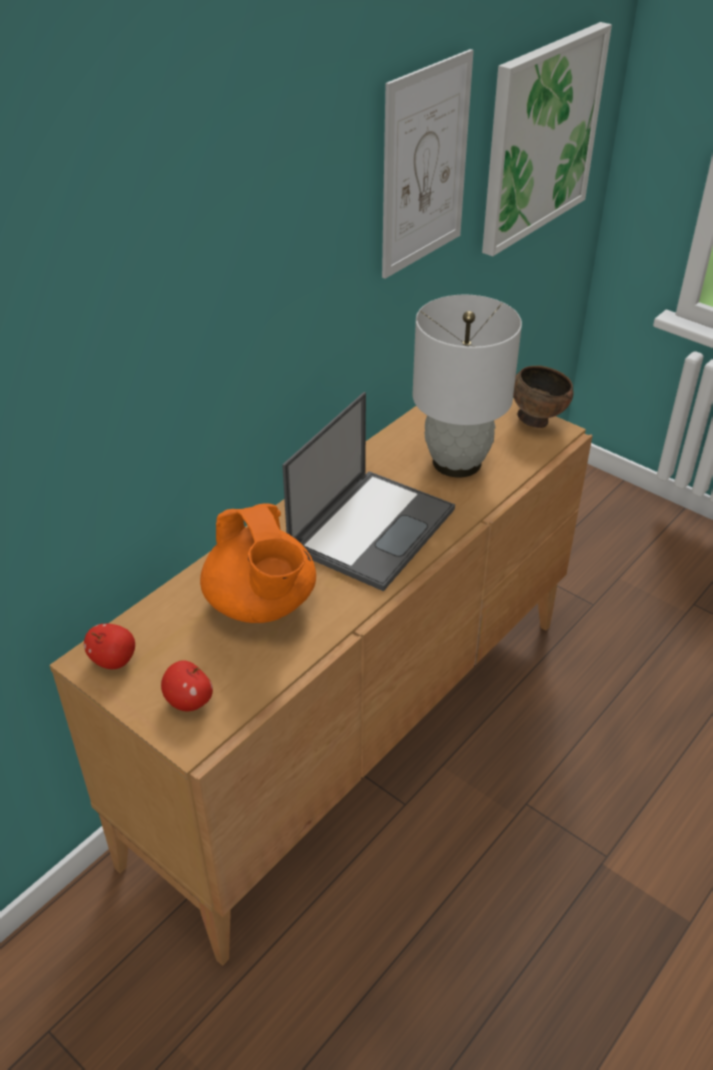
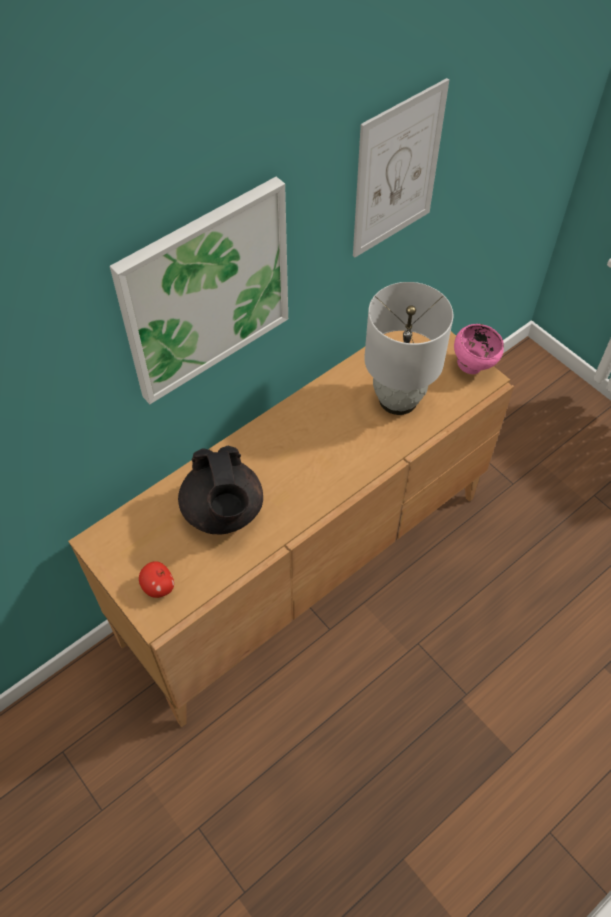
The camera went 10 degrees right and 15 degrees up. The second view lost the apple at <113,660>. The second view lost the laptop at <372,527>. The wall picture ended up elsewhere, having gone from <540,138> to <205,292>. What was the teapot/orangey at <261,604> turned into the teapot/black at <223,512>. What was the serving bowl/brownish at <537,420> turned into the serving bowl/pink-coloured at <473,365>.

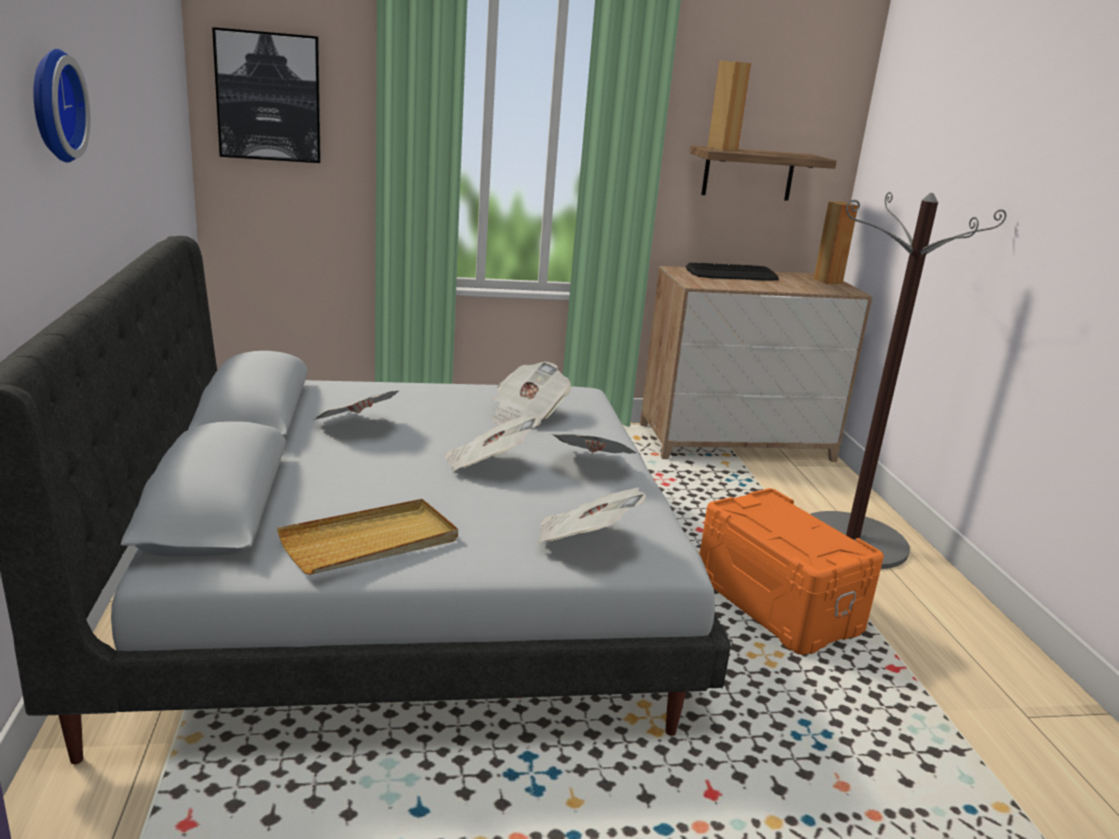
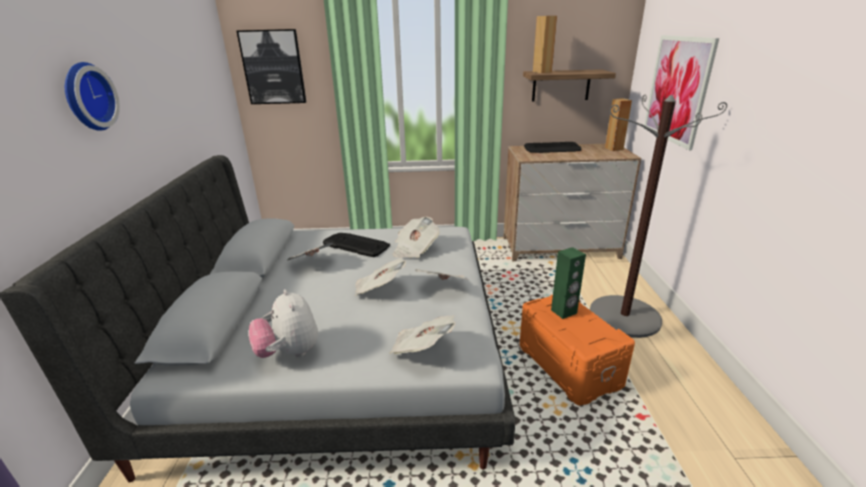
The camera went 10 degrees right and 5 degrees up. The second view gained the keyboard at <356,244>. The second view gained the speaker/green at <564,312>. The second view gained the wall picture at <677,89>. Where the carrying tray/beige-coloured stood at <371,542>, the cuddly toy came to stand at <289,352>.

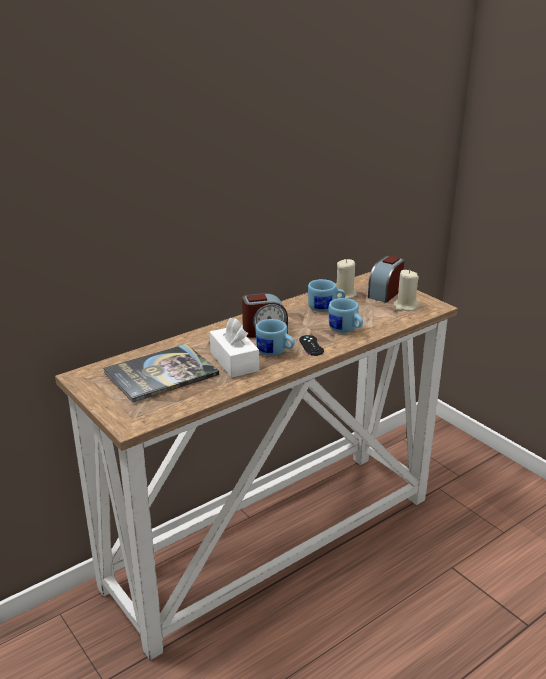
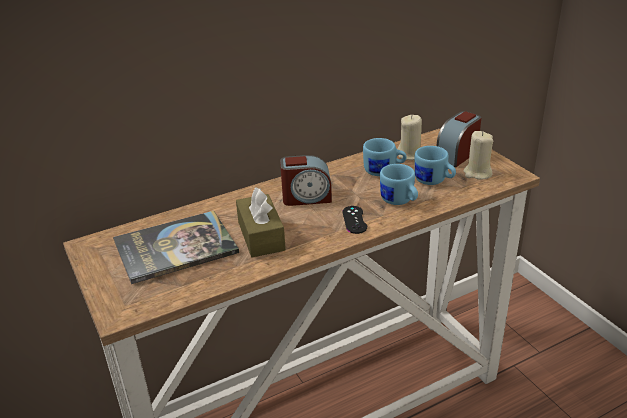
The camera went 10 degrees right and 5 degrees up. The tea mug/bluish ended up elsewhere, having gone from <275,353> to <434,181>. What was the tissue box/whitish at <234,361> turned into the tissue box/brownish at <261,236>.

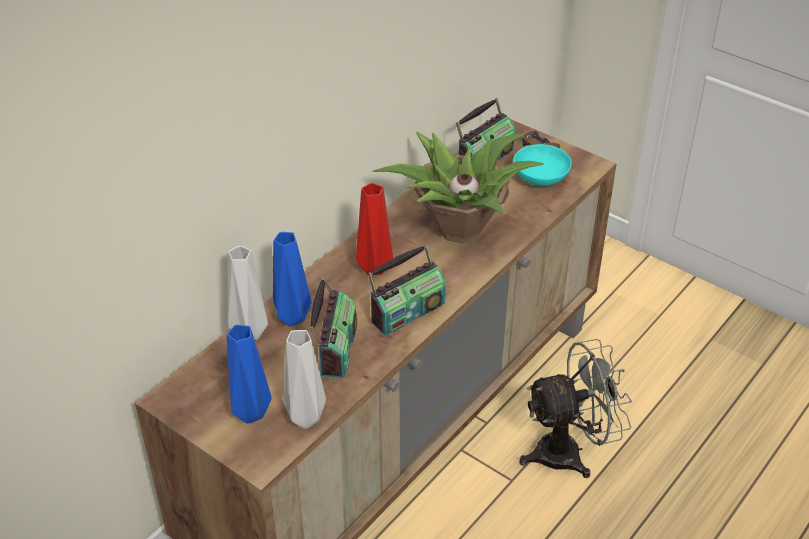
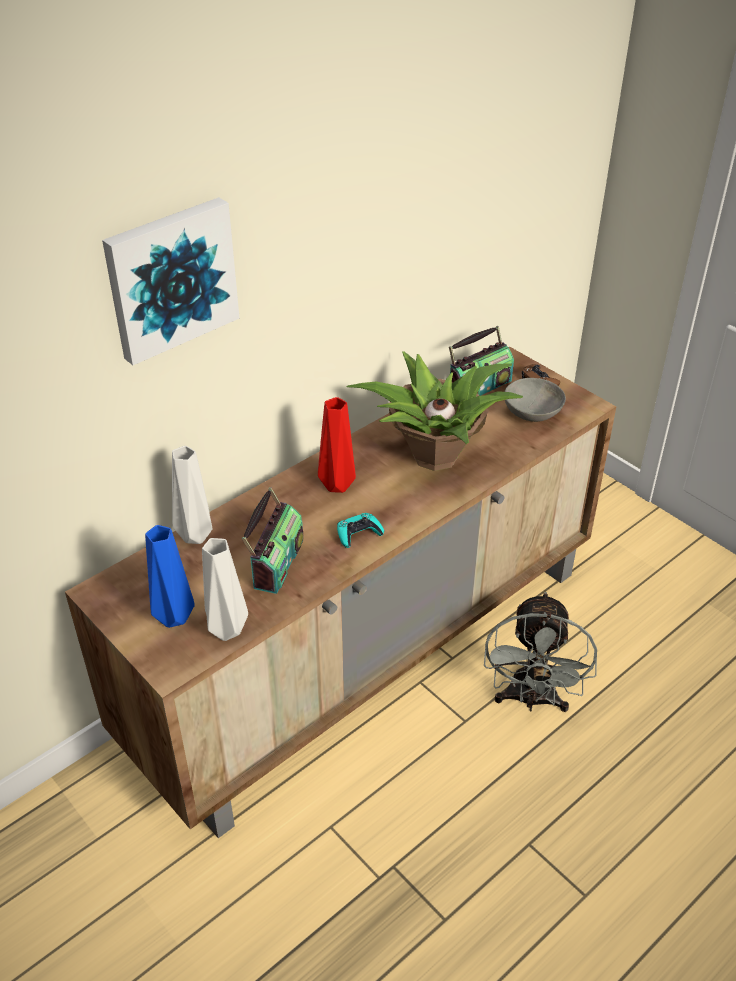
The camera went 10 degrees right and 0 degrees up. The second view lost the flower vase/bluish at <294,317>. The second view gained the wall picture at <171,278>. Where the radio receiver stood at <407,311>, the game controller/turquoise-coloured came to stand at <358,534>. What was the serving bowl/turquoise-coloured at <541,178> turned into the serving bowl/greyish at <532,413>. The electric fan/greyish at <569,452> ended up facing another way, 105 degrees clockwise from before.

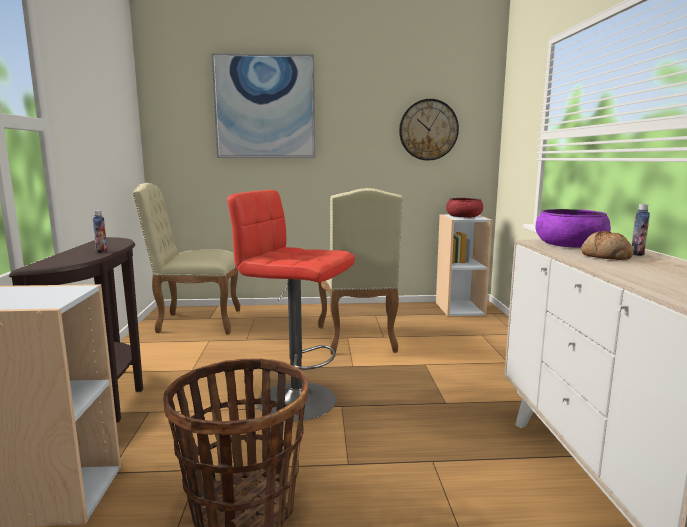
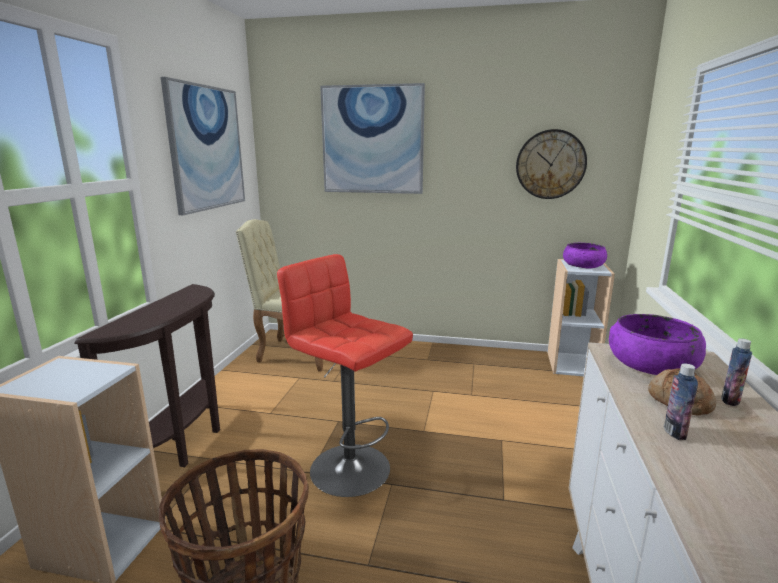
The camera went 15 degrees right and 5 degrees up. The second view lost the chair/beige-coloured at <360,339>. The second view gained the wall picture at <206,148>. The drink bottle ended up elsewhere, having gone from <101,251> to <674,432>. What was the serving bowl/reddish at <464,216> turned into the serving bowl/purple-coloured at <583,265>.

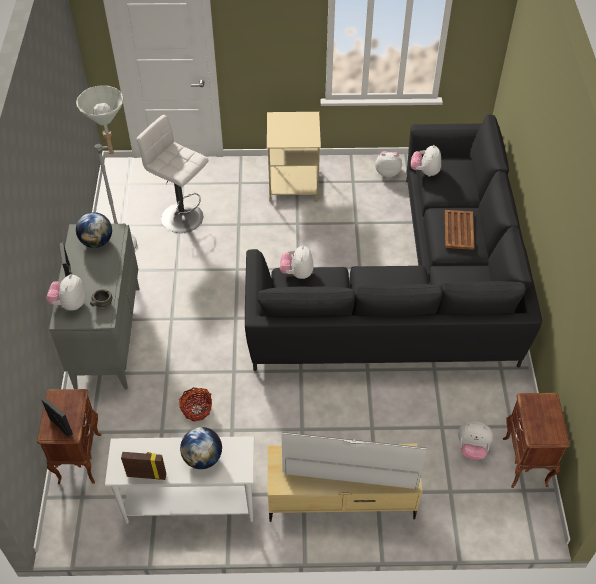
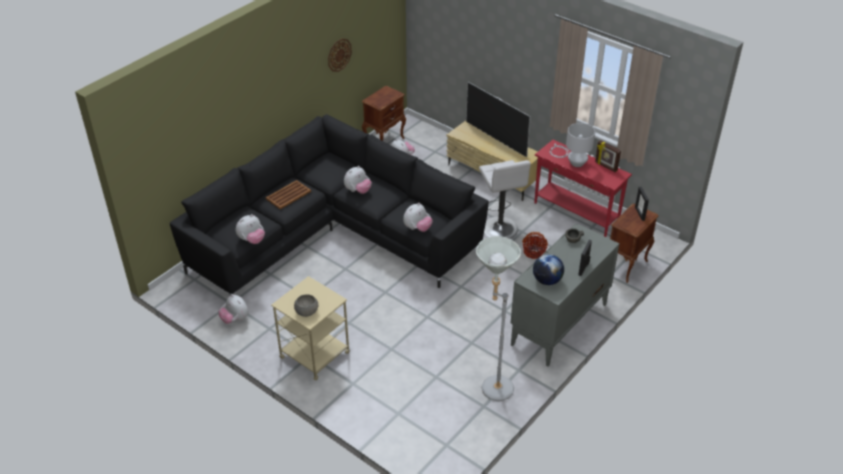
The camera went 140 degrees left and 10 degrees down. The second view gained the serving bowl/greyish at <307,311>. The second view gained the clock on the wall at <339,55>. The cuddly toy ended up elsewhere, having gone from <70,304> to <358,191>. The stool/whitish ended up elsewhere, having gone from <182,217> to <499,229>. Where the desk globe stood at <203,457>, the lamp for a table/greyish came to stand at <570,158>. What was the hall table/whitish at <189,506> turned into the hall table/reddish at <576,213>.

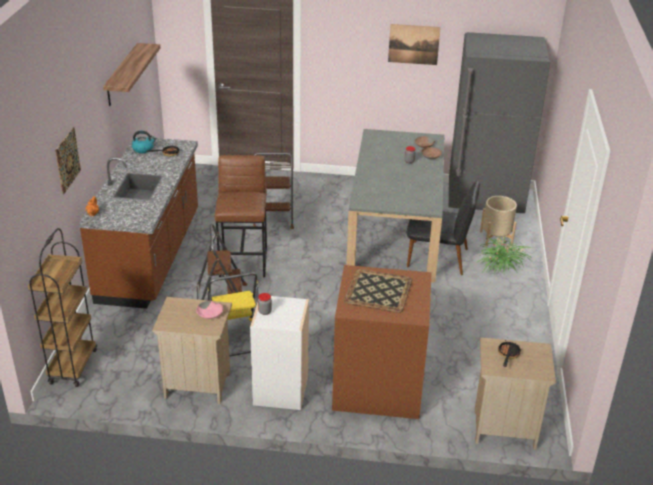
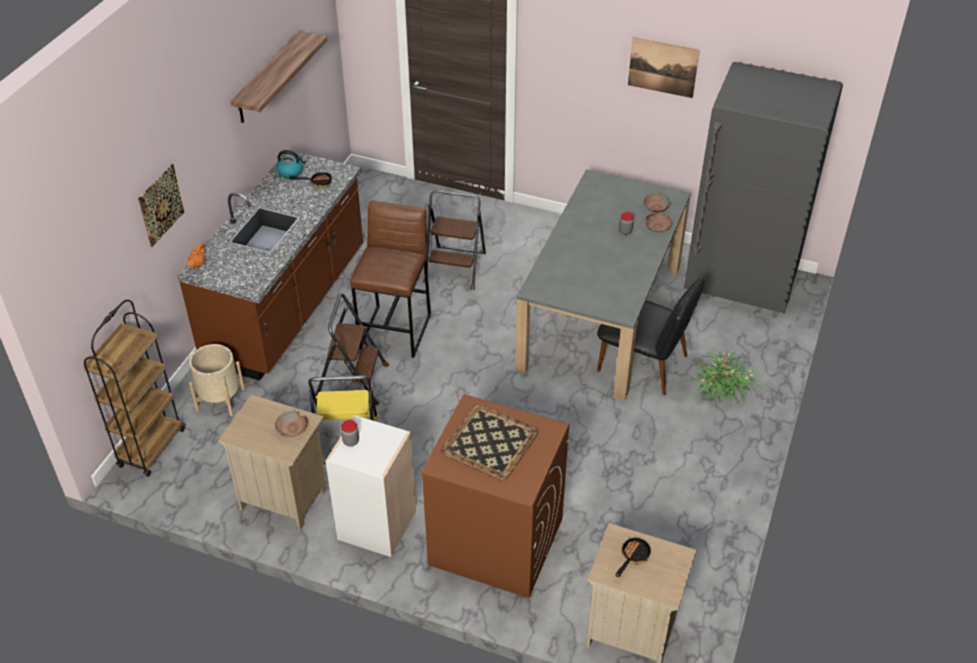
The camera went 15 degrees right and 10 degrees up. The planter/beige-coloured ended up elsewhere, having gone from <496,238> to <220,399>. What was the serving bowl/pink-coloured at <210,314> turned into the serving bowl/brownish at <292,429>.

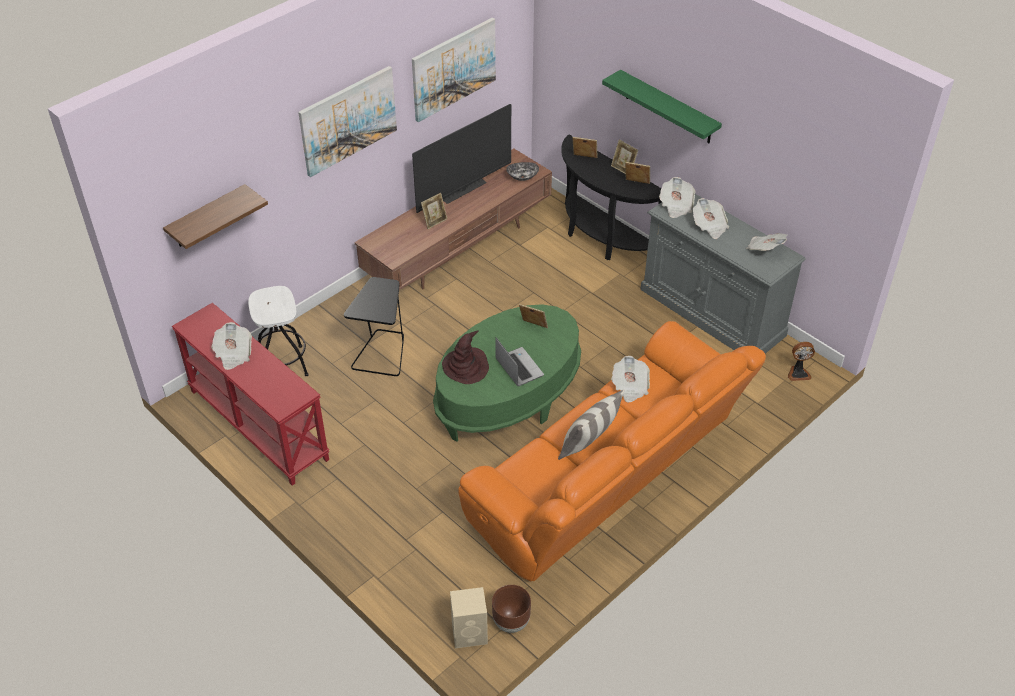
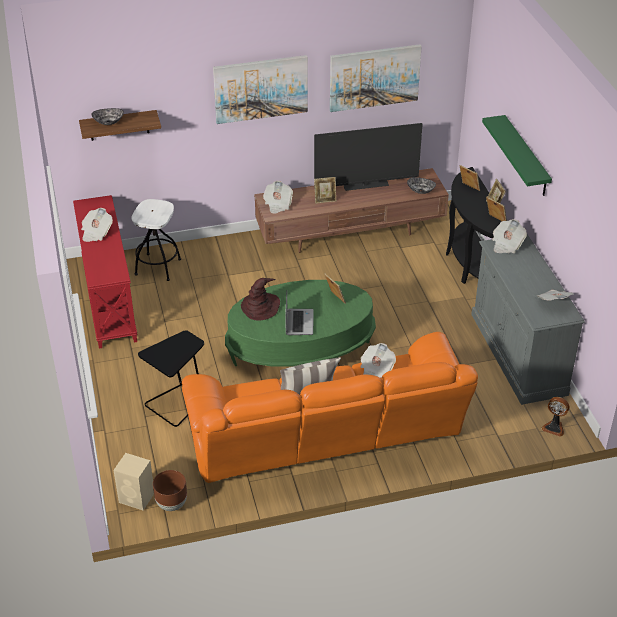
The camera went 30 degrees right and 5 degrees down. The second view gained the serving bowl at <108,122>. The side table/black ended up elsewhere, having gone from <382,353> to <178,402>. The printed paper ended up elsewhere, having gone from <709,226> to <277,204>.

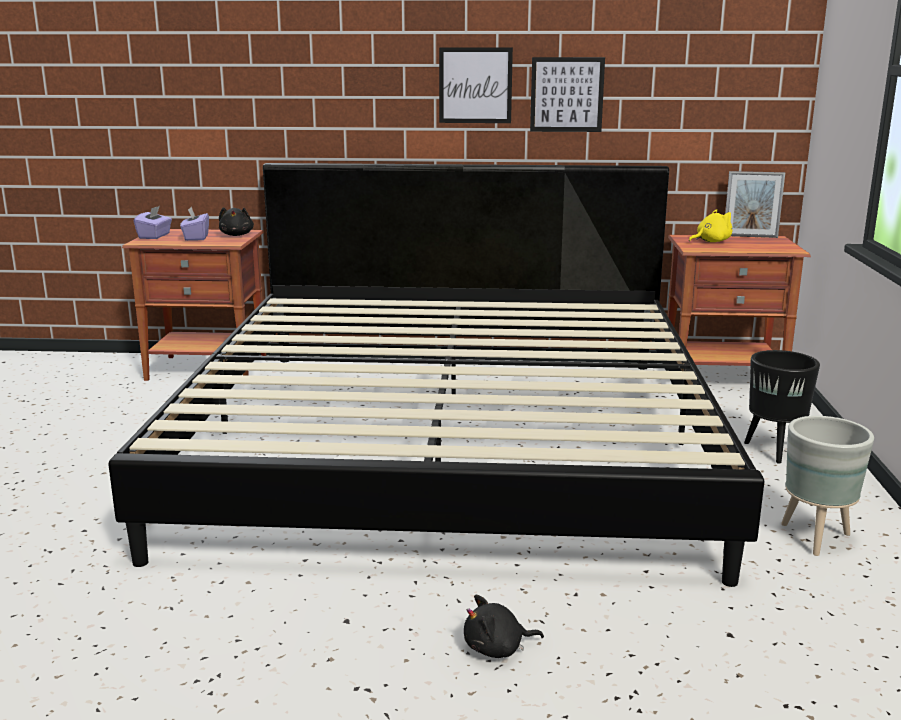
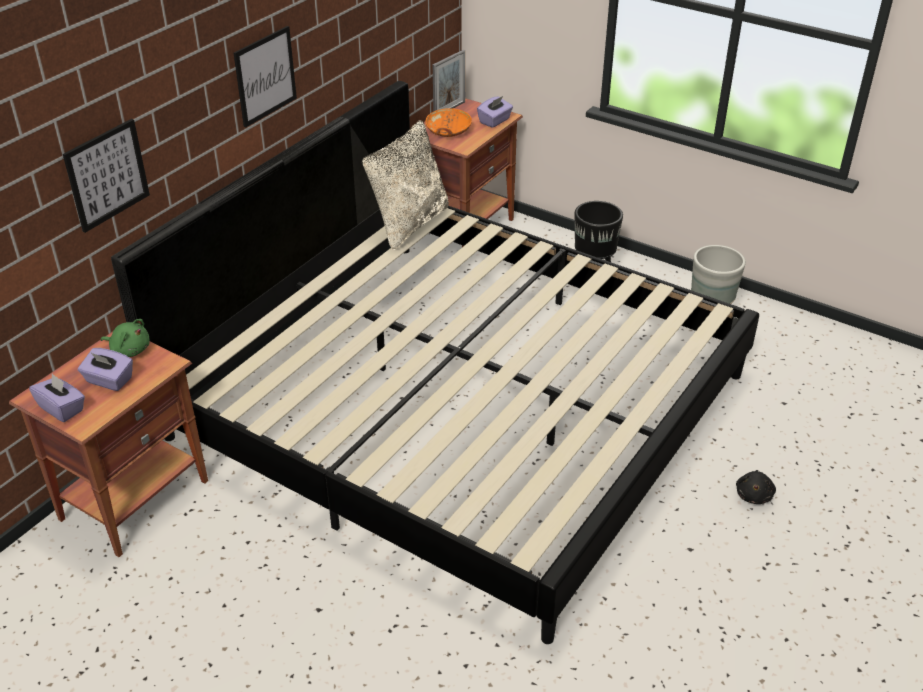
The camera went 60 degrees left and 20 degrees up. The second view gained the pillow/beige-coloured at <410,225>. The second view gained the tissue box/purple-coloured at <495,121>. The wall picture ended up elsewhere, having gone from <567,94> to <107,175>. Where the cuddly toy/yellowish stood at <711,241>, the serving bowl/orangey came to stand at <448,131>. What was the cuddly toy/black at <237,235> turned into the cuddly toy/green at <129,350>.

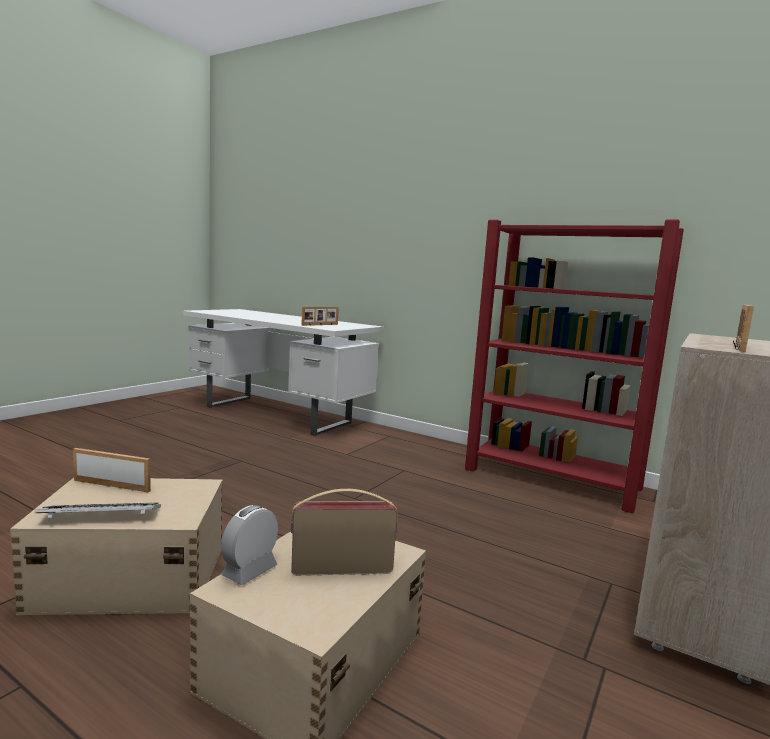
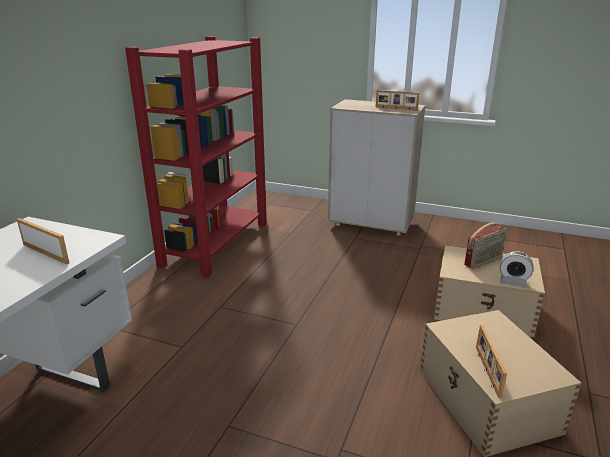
The camera went 100 degrees left and 15 degrees up. The second view lost the keyboard at <101,517>. The radio receiver at <342,568> ended up facing another way, 105 degrees counterclockwise from before.

